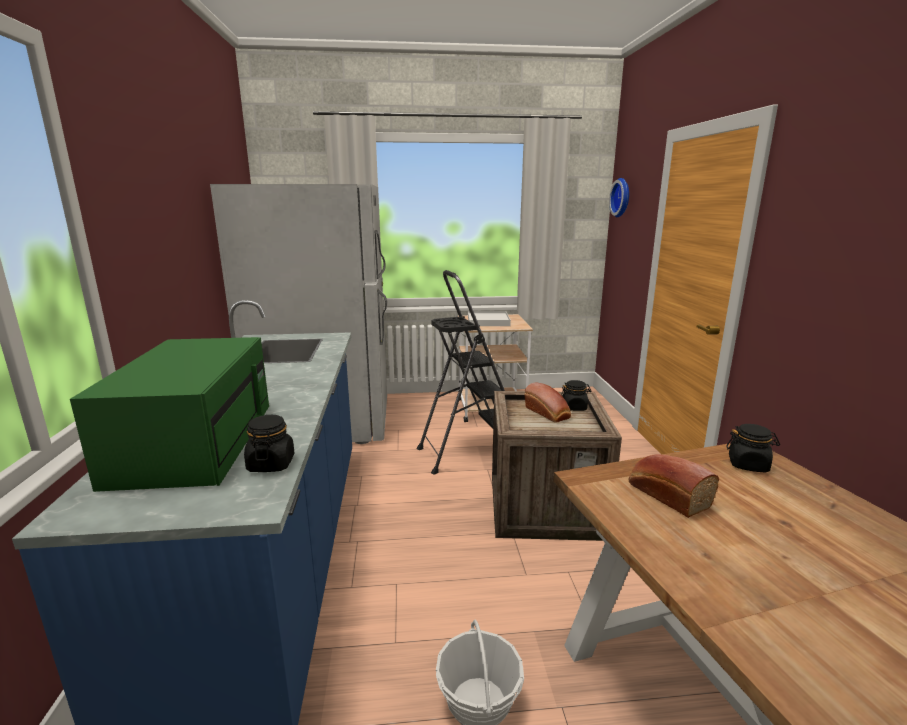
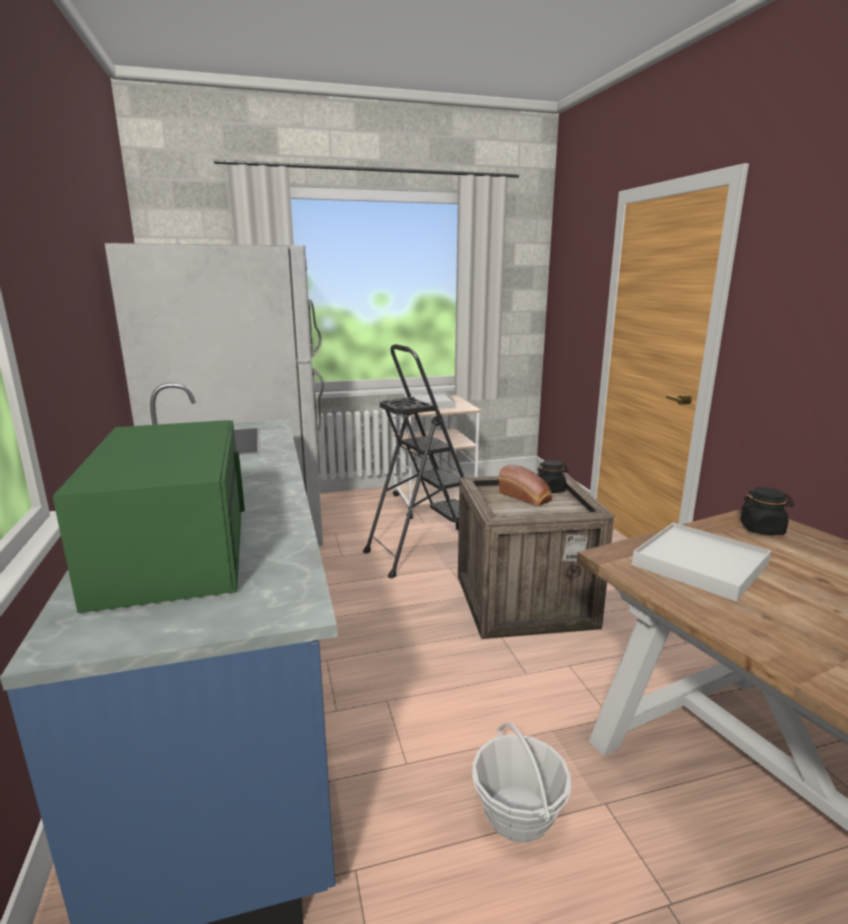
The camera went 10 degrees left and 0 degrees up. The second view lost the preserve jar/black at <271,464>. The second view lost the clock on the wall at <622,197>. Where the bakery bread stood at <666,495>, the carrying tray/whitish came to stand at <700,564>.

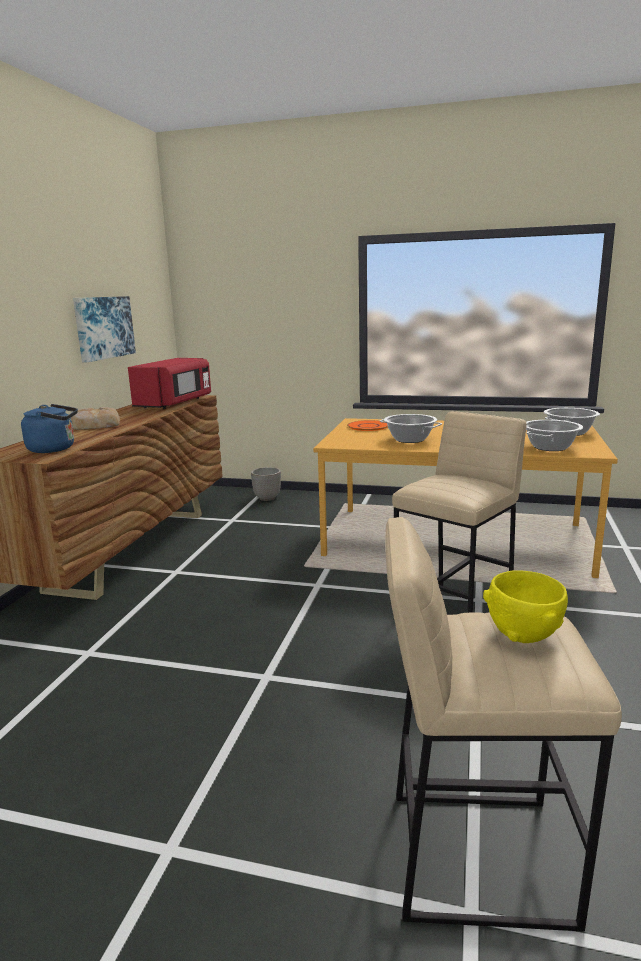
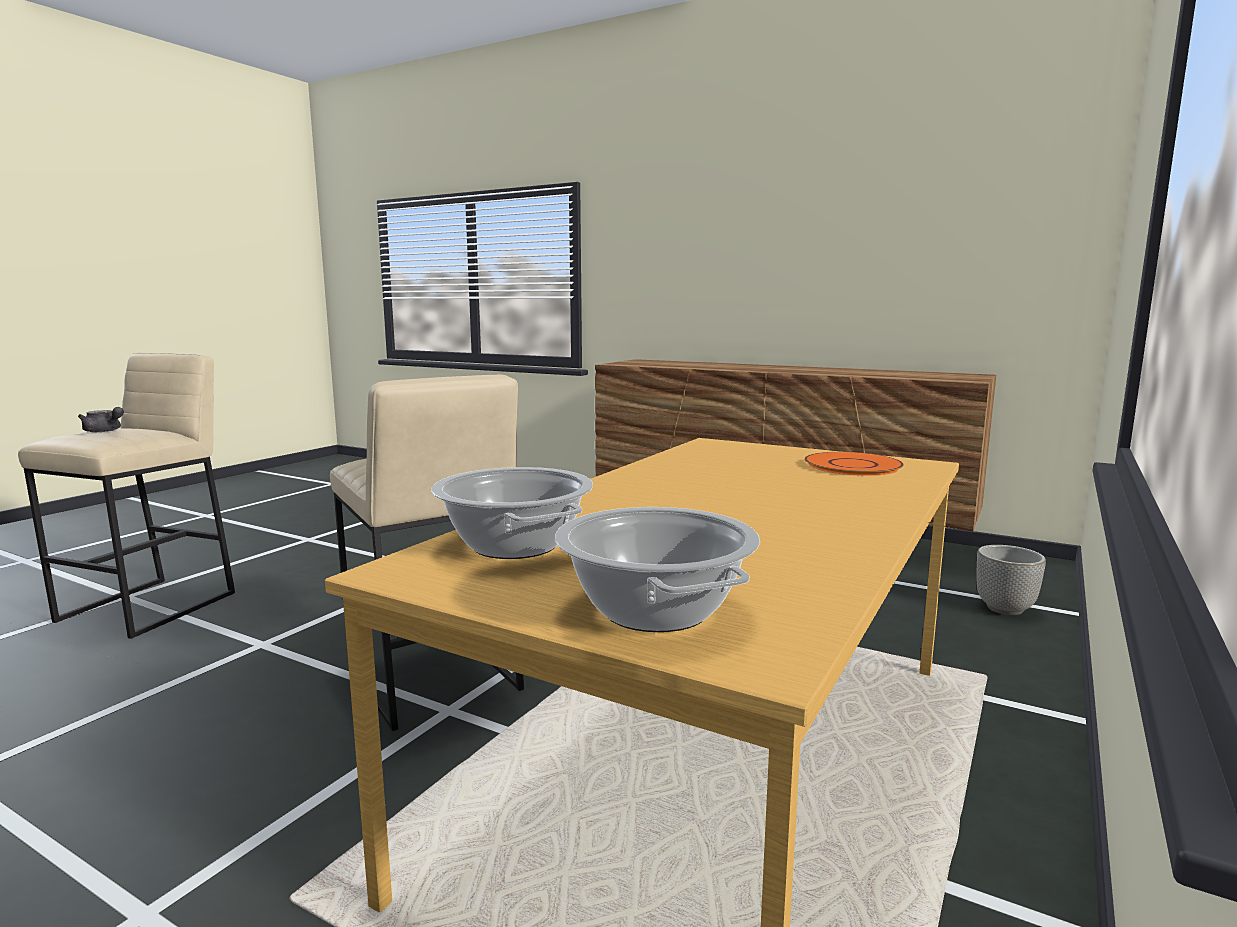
The camera went 105 degrees right and 5 degrees down. The second view lost the tea kettle/bluish at <55,449>. The second view lost the bakery bread at <94,424>. The second view lost the wall picture at <103,327>. The second view lost the microwave oven/reddish at <175,403>. The second view lost the stockpot at <409,439>. Where the serving bowl/yellowish stood at <523,634>, the teapot/greyish came to stand at <104,431>.

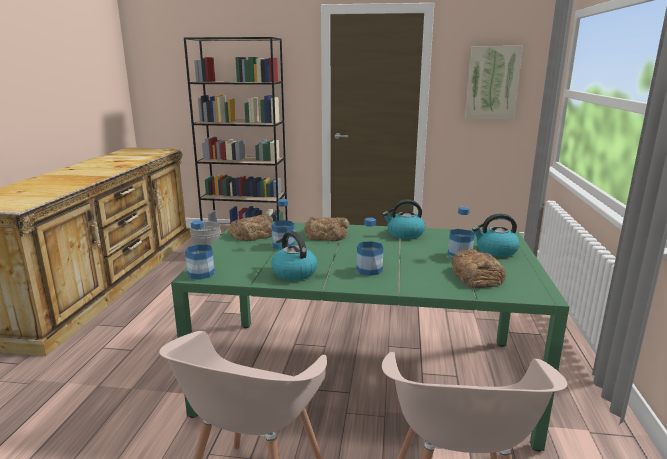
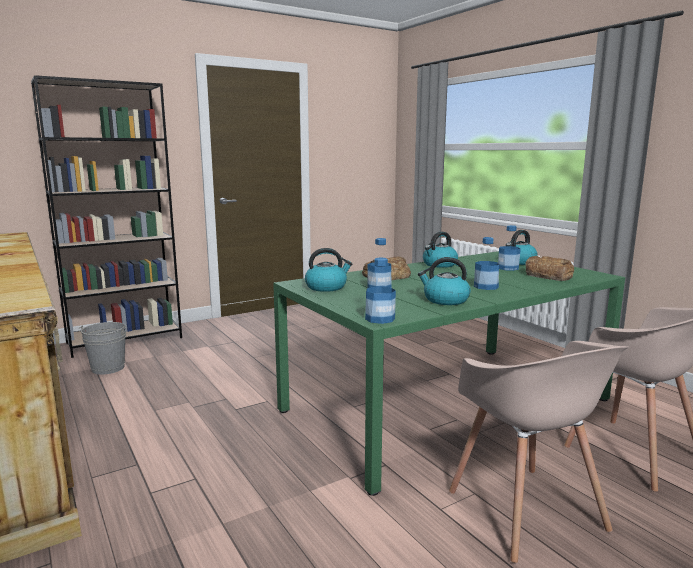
The camera went 40 degrees left and 5 degrees down. The second view lost the wall picture at <492,83>. Where the bakery bread stood at <253,233>, the tea kettle came to stand at <326,287>.

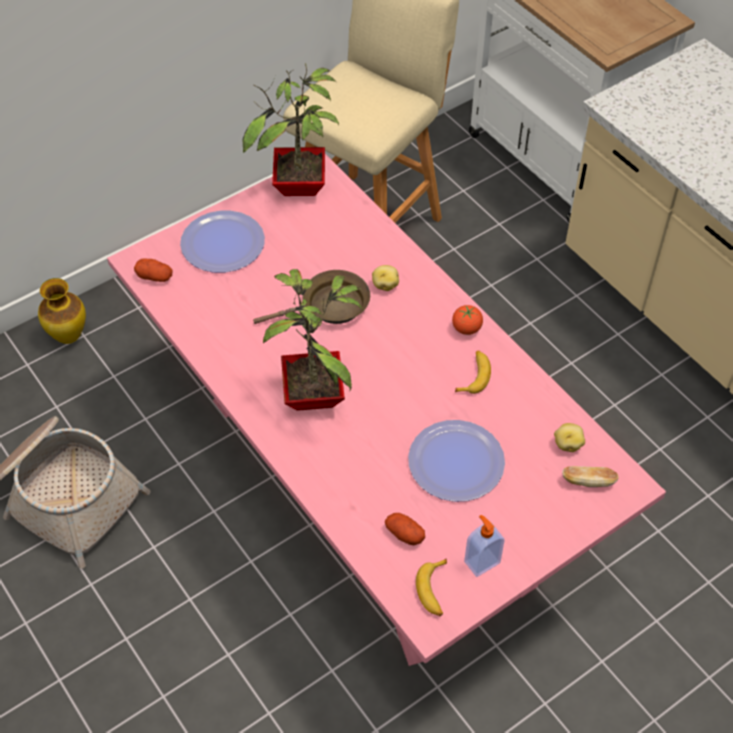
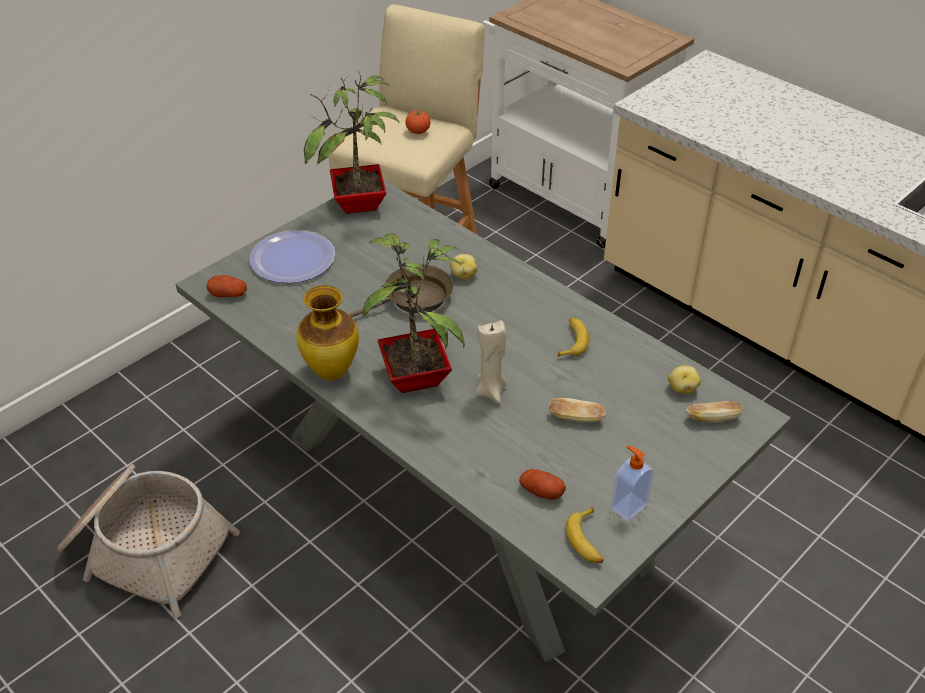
The camera went 10 degrees left and 10 degrees down. The second view gained the candle/beige-coloured at <491,391>. The flower vase ended up elsewhere, having gone from <68,337> to <330,373>. The fresh tomato ended up elsewhere, having gone from <466,328> to <418,132>. Where the plate stood at <456,462>, the bakery bread came to stand at <576,418>. What was the dining table/pink-coloured at <368,487> turned into the dining table/greyish at <464,496>.

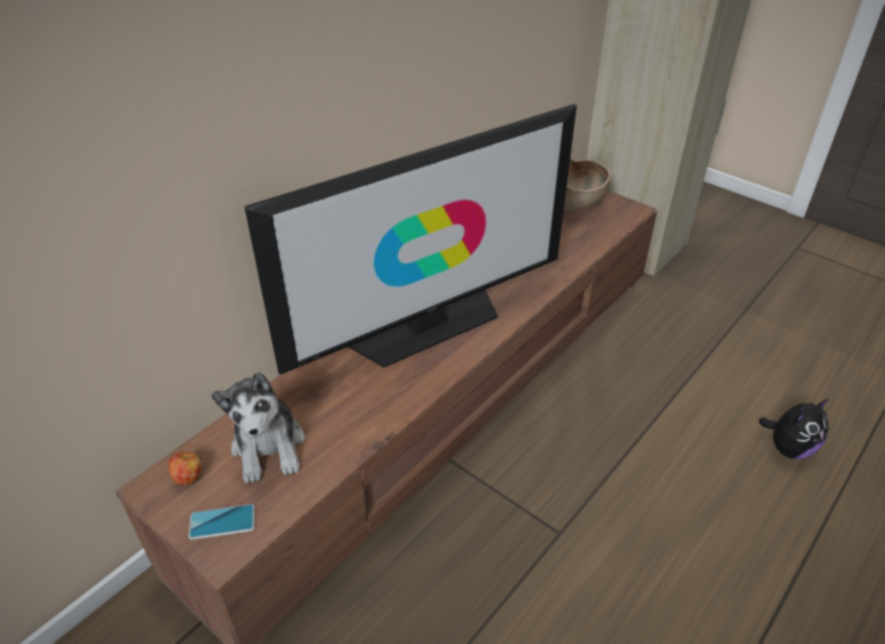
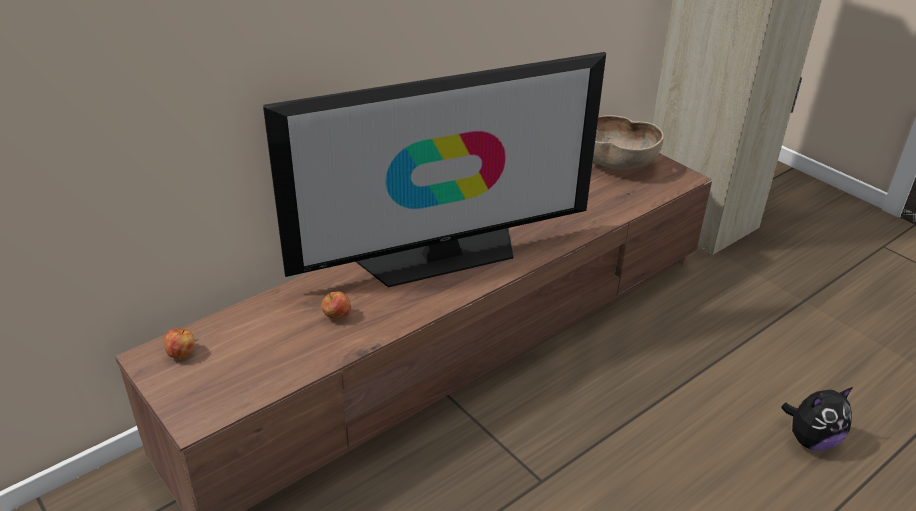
The camera went 10 degrees right and 5 degrees down. The second view lost the phone at <222,522>. The second view lost the cuddly toy at <269,447>. The second view gained the apple at <337,316>.

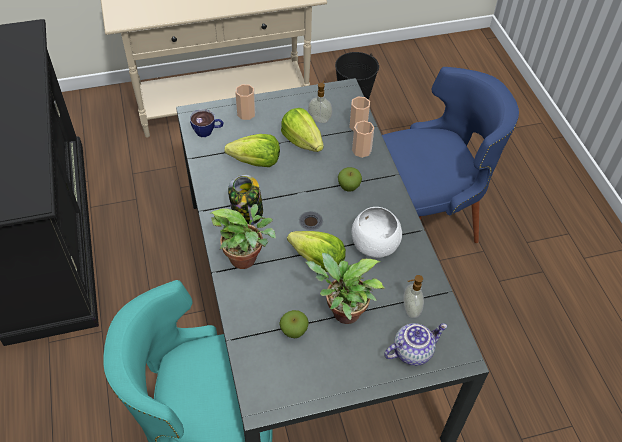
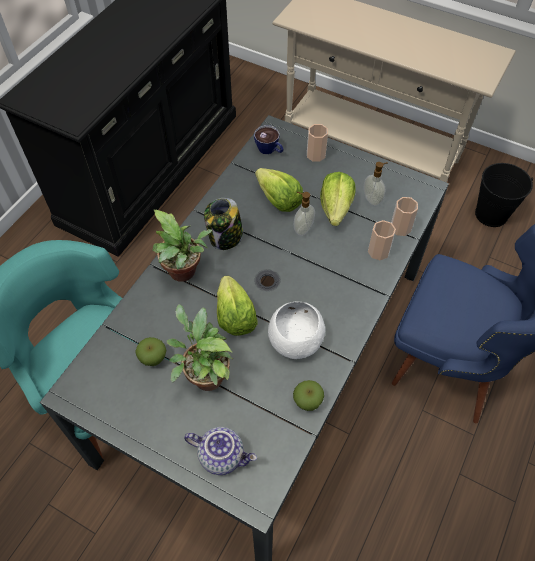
The camera went 45 degrees right and 5 degrees up. The apple ended up elsewhere, having gone from <349,187> to <307,402>. The soap dispenser ended up elsewhere, having gone from <410,310> to <302,229>.

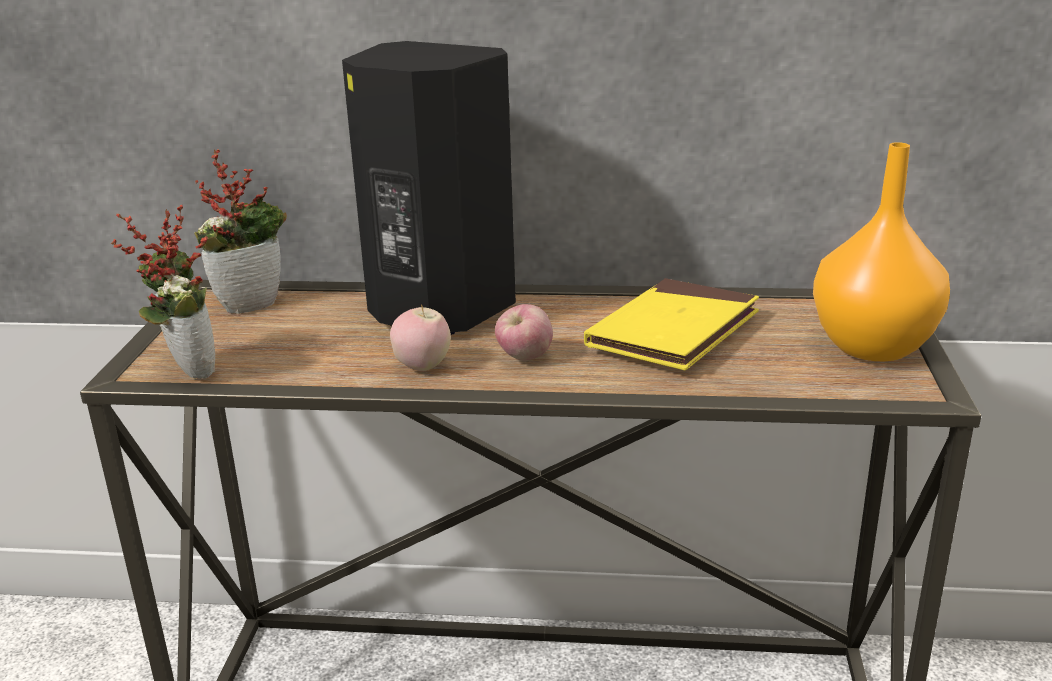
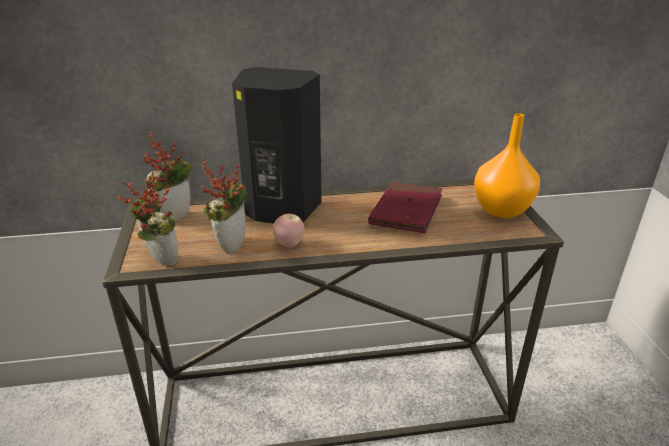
The camera went 15 degrees left and 5 degrees up. The second view lost the apple at <524,358>. The second view gained the plant in a pot at <230,244>. What was the bound book/yellowish at <673,331> turned into the bound book/reddish at <406,211>.

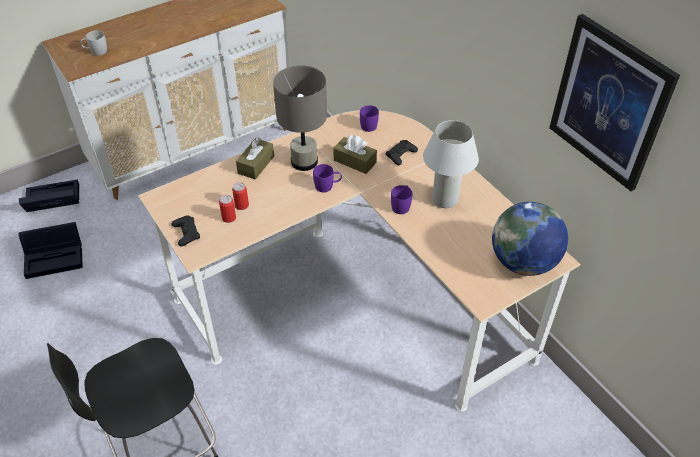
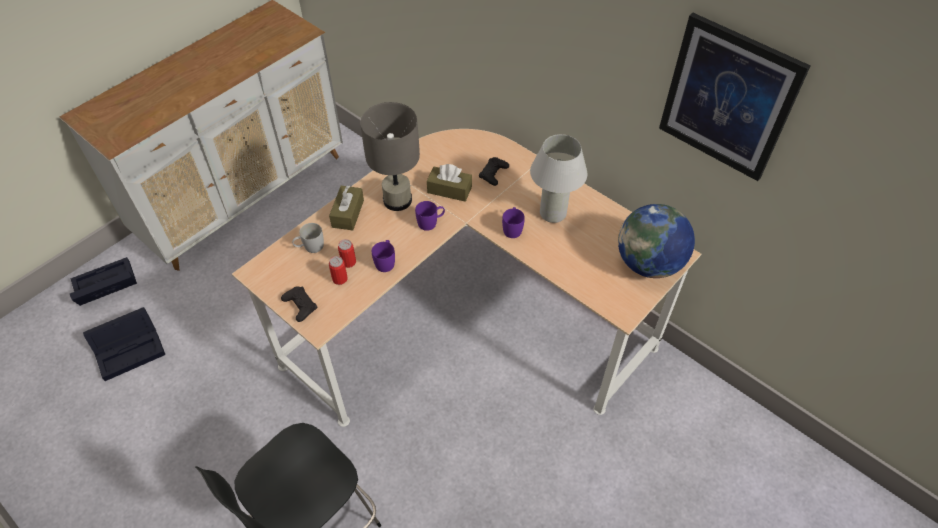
The camera went 15 degrees left and 5 degrees up. The tea mug/whitish ended up elsewhere, having gone from <96,51> to <310,247>. The tea mug/purple-coloured ended up elsewhere, having gone from <370,124> to <386,261>.

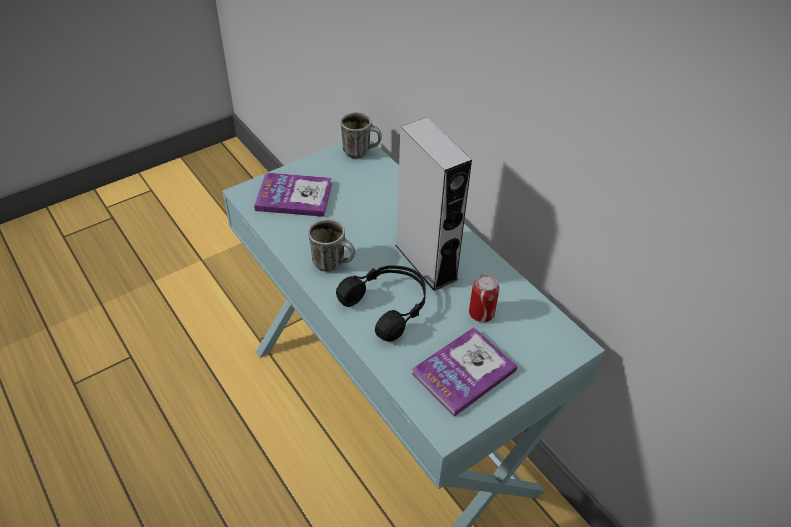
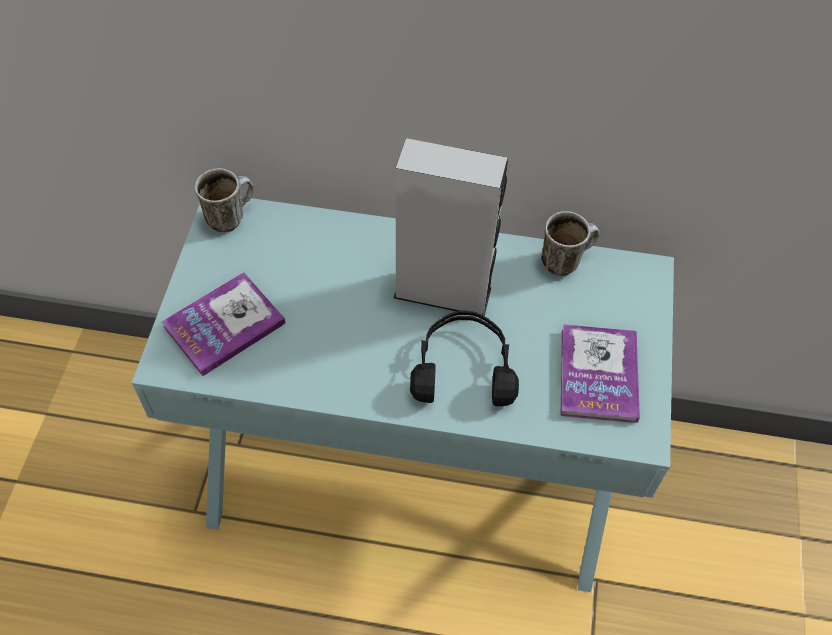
The camera went 45 degrees left and 10 degrees up. The second view lost the sealed can at <481,313>. The tea mug ended up elsewhere, having gone from <334,263> to <565,259>.

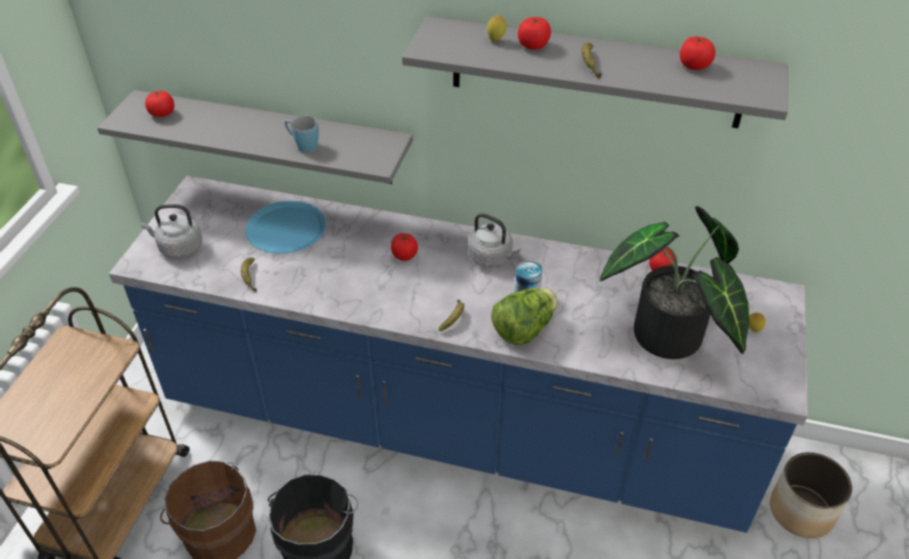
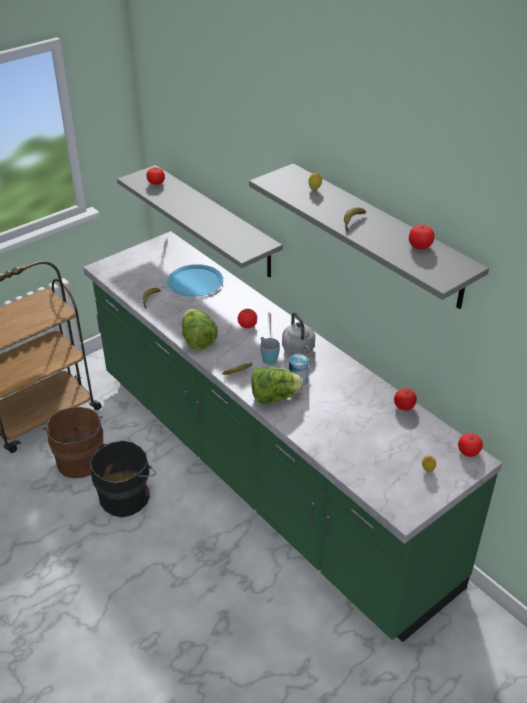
The camera went 35 degrees right and 5 degrees down. The second view lost the tea kettle/greyish at <178,248>. The second view lost the plant in a pot at <668,342>. The second view lost the planter at <801,511>. The second view gained the head of lettuce at <198,340>. The tea mug/bluish ended up elsewhere, having gone from <303,145> to <267,358>. The fresh tomato ended up elsewhere, having gone from <533,45> to <468,451>. What was the counter/bluish at <454,427> turned into the counter/green at <263,474>.

